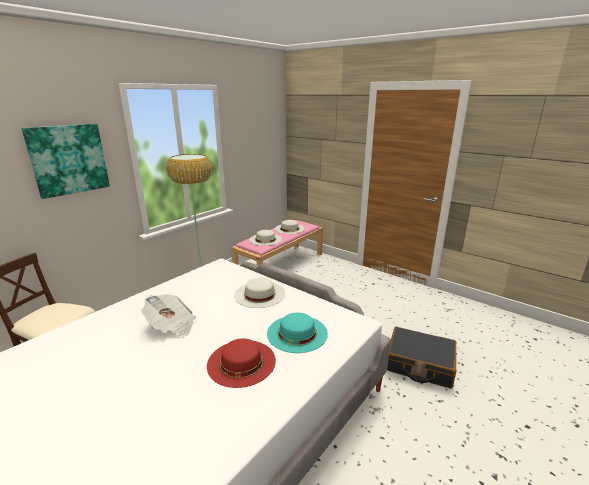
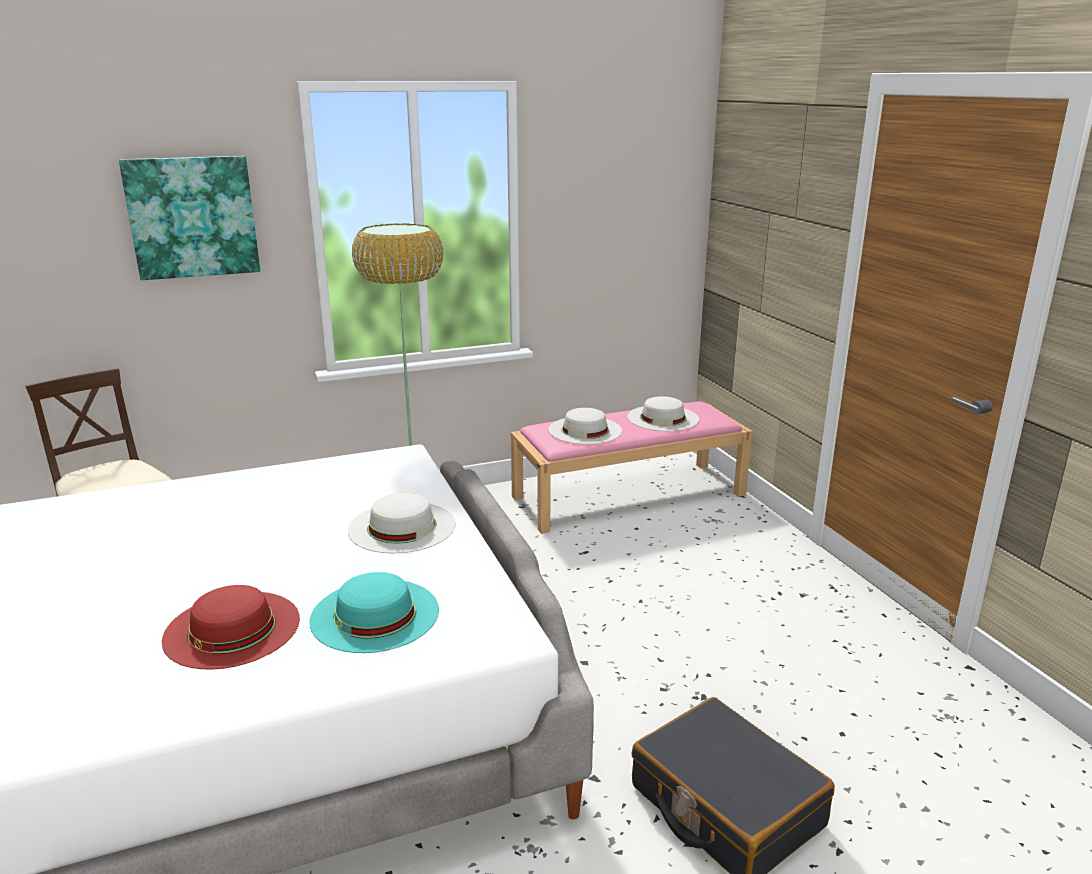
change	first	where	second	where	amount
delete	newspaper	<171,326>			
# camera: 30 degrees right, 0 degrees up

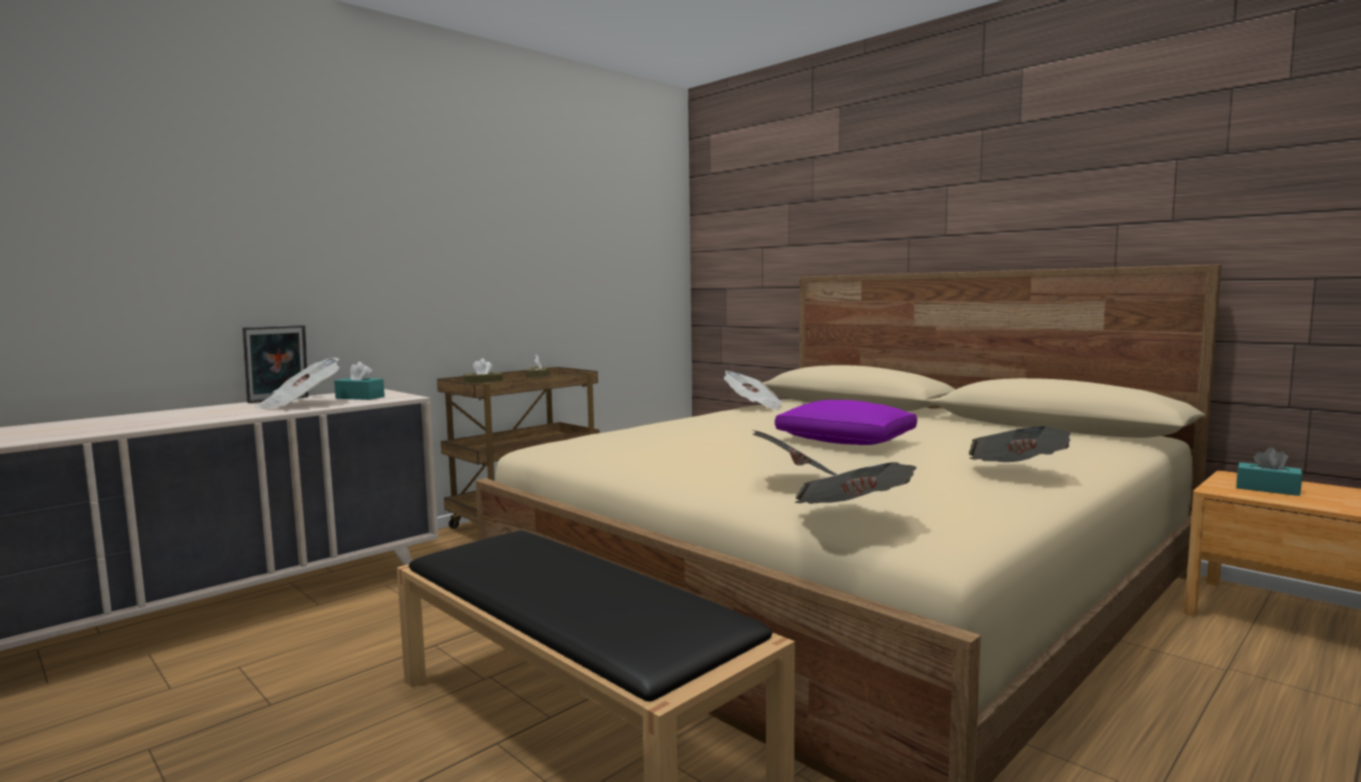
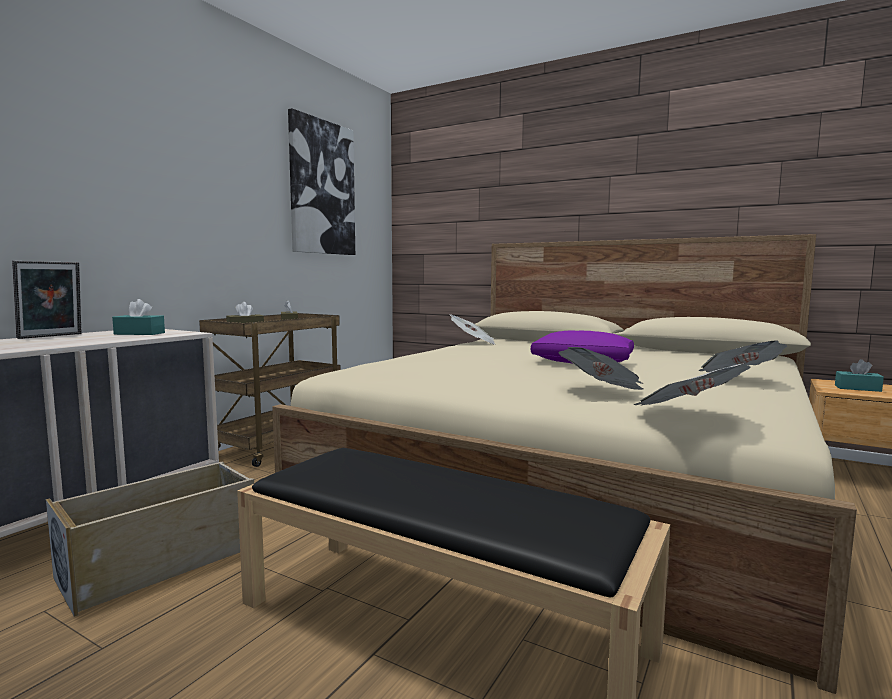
change	first	where	second	where	amount
insert			beige storage box	<162,561>	
insert			picture	<322,188>	
delete	newspaper	<300,404>			
# camera: 15 degrees left, 0 degrees up

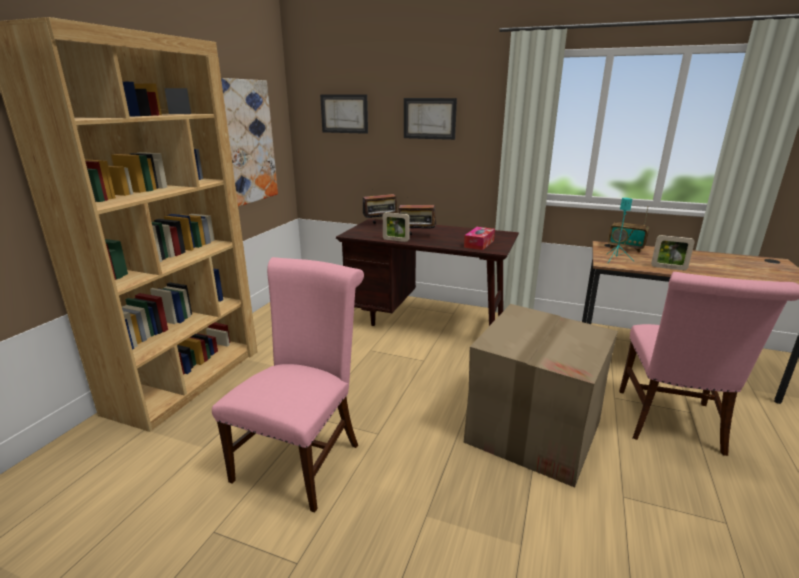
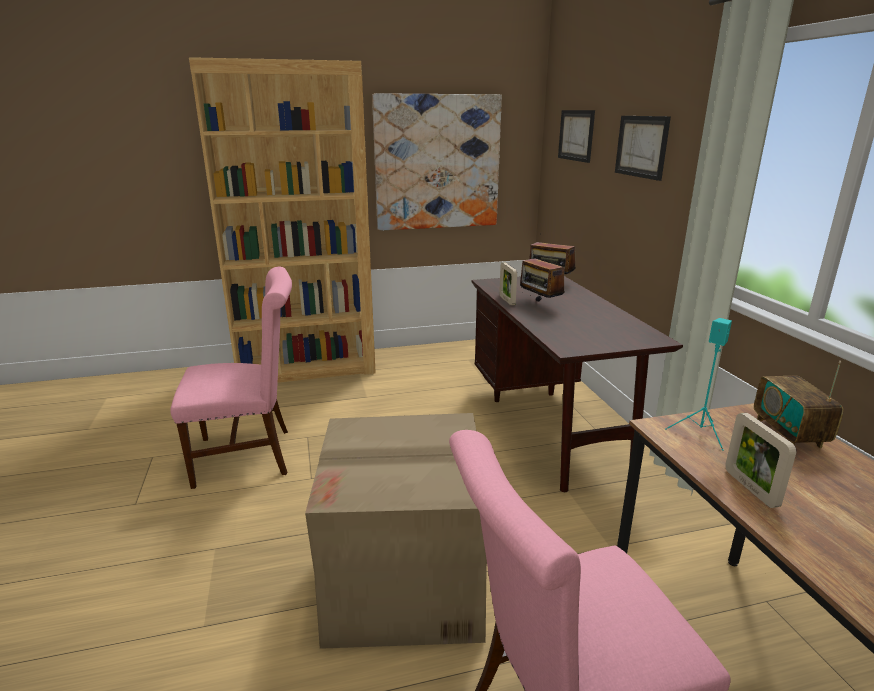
change	first	where	second	where	amount
delete	tissue box	<479,244>			
# camera: 55 degrees right, 0 degrees up

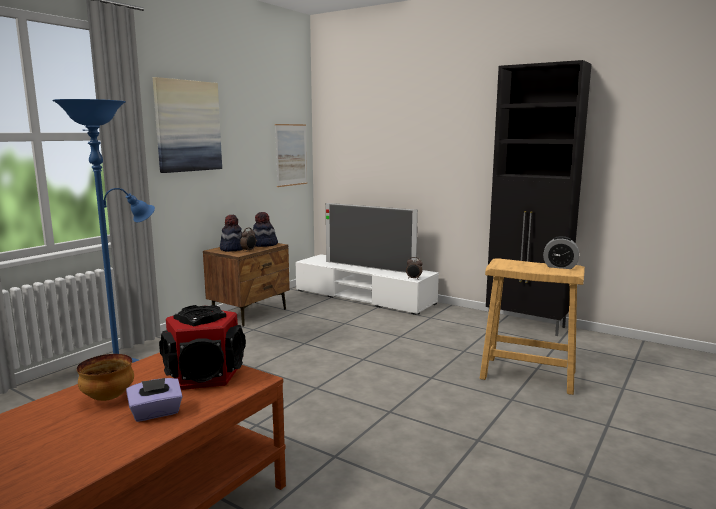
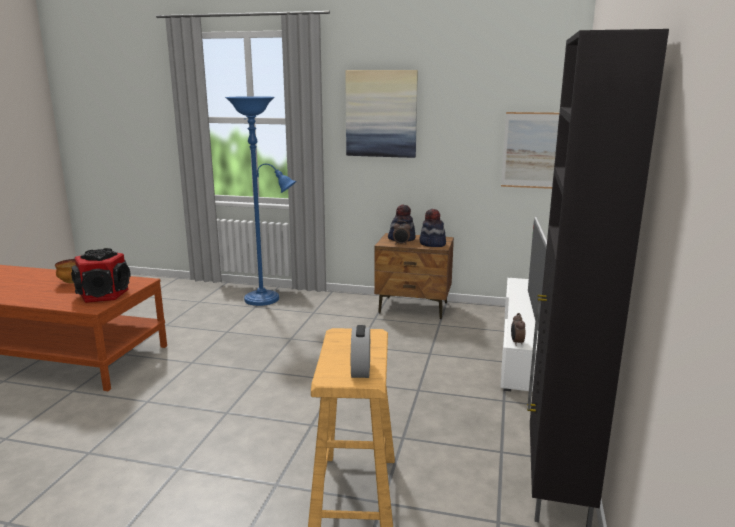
change	first	where	second	where	amount
delete	purple tissue box	<156,413>			
# camera: 70 degrees right, 5 degrees up

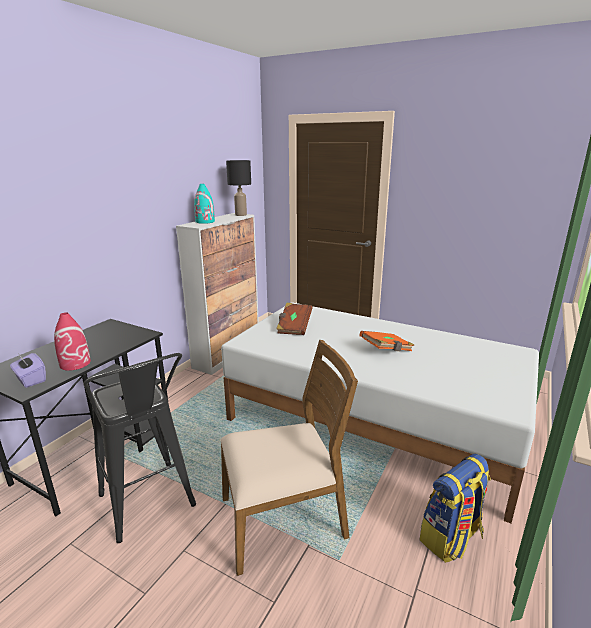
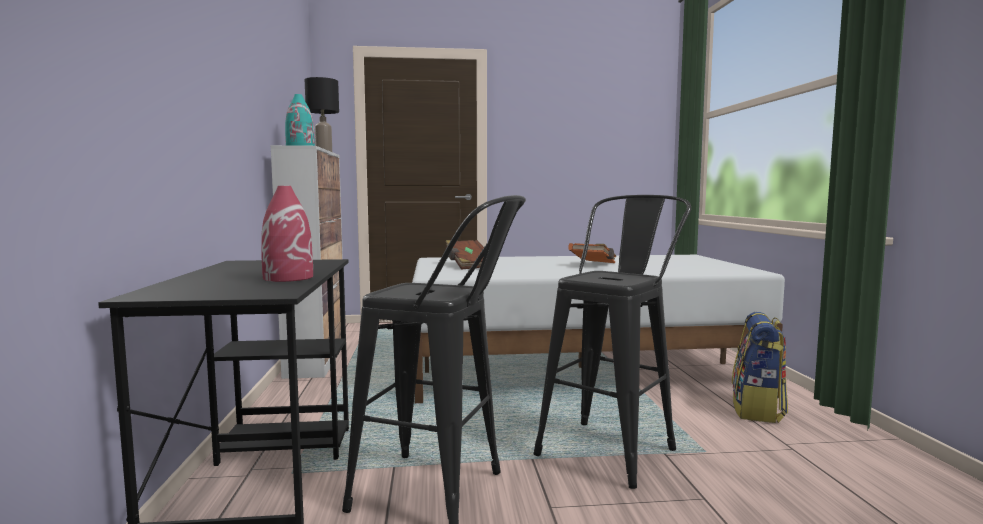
change	first	where	second	where	amount
replace	brown chair	<284,519>	black stool	<613,447>	
delete	purple tissue box	<30,379>			
# camera: 35 degrees left, 15 degrees down

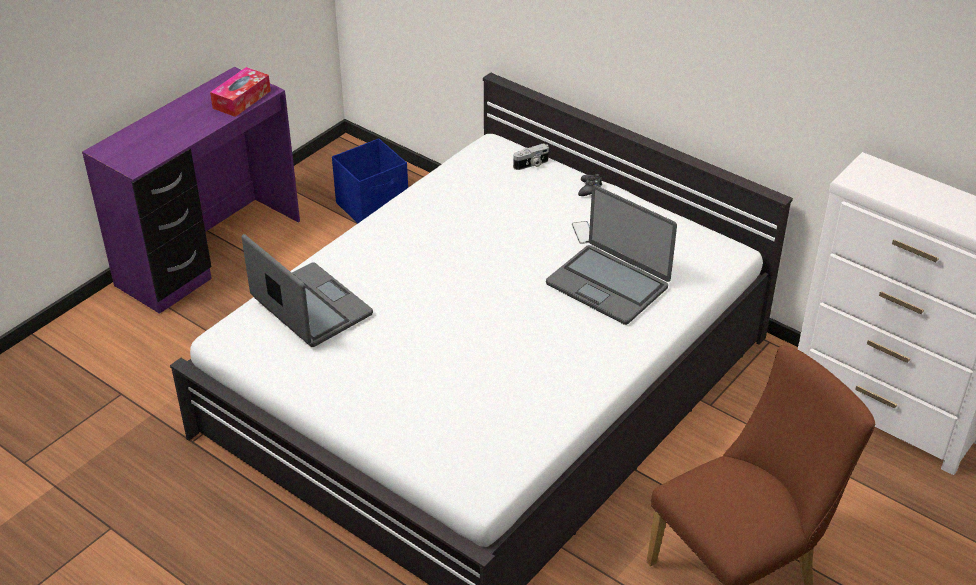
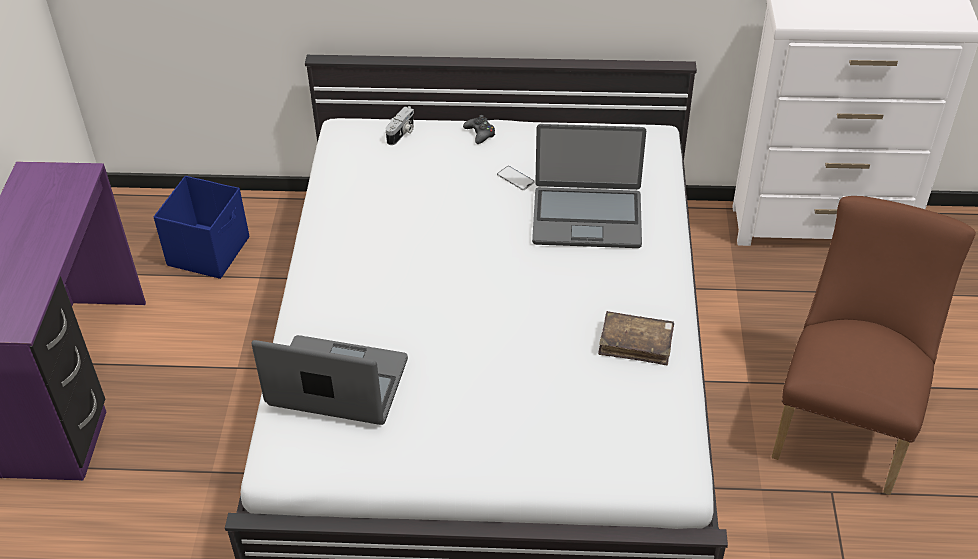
change	first	where	second	where	amount
insert			brown book	<636,344>	
delete	tissue box	<242,99>			
# camera: 35 degrees left, 5 degrees up

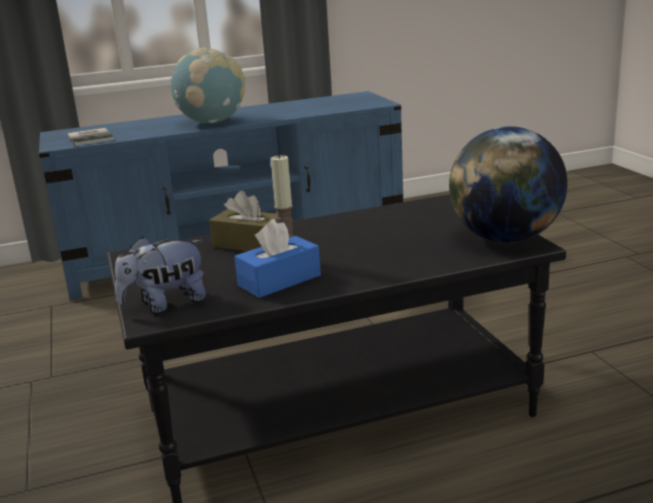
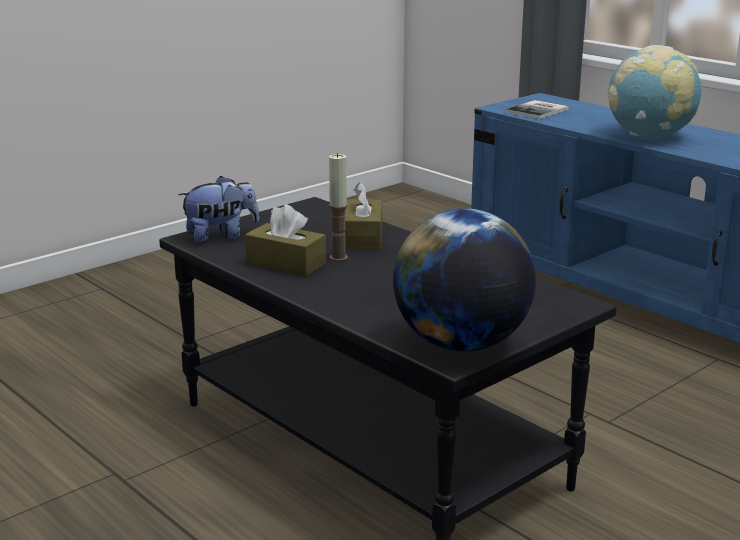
change	first	where	second	where	amount
rotate	plush toy	<165,304>		<221,236>	120 degrees clockwise
recolor	blue tissue box	<279,280>	brown tissue box	<286,263>	
# camera: 65 degrees right, 0 degrees up

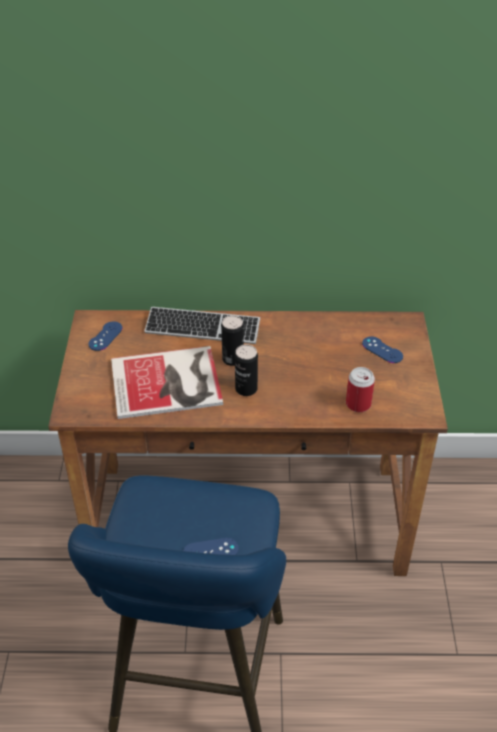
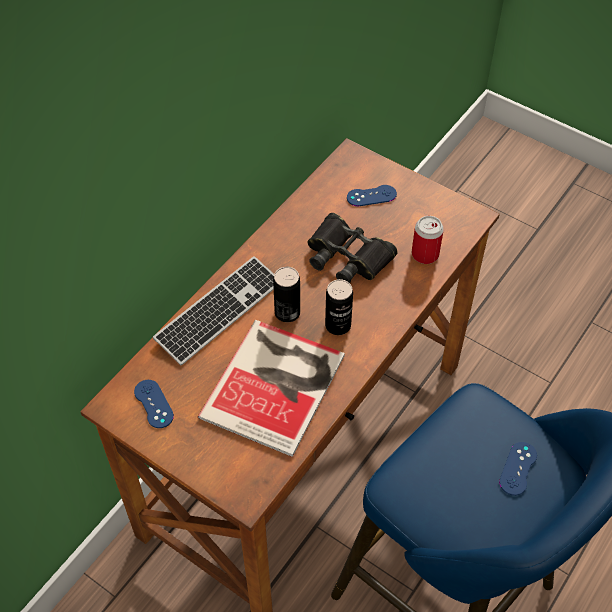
change	first	where	second	where	amount
insert			black binoculars	<348,256>	
# camera: 55 degrees left, 10 degrees up

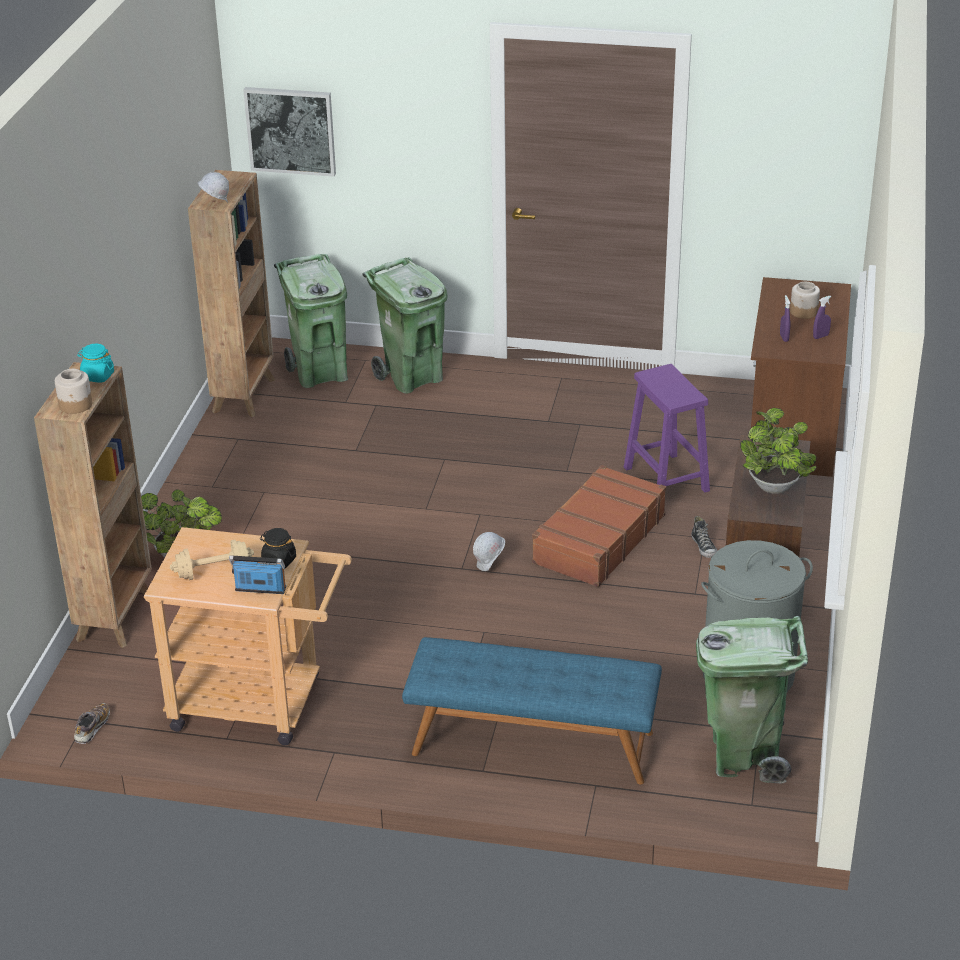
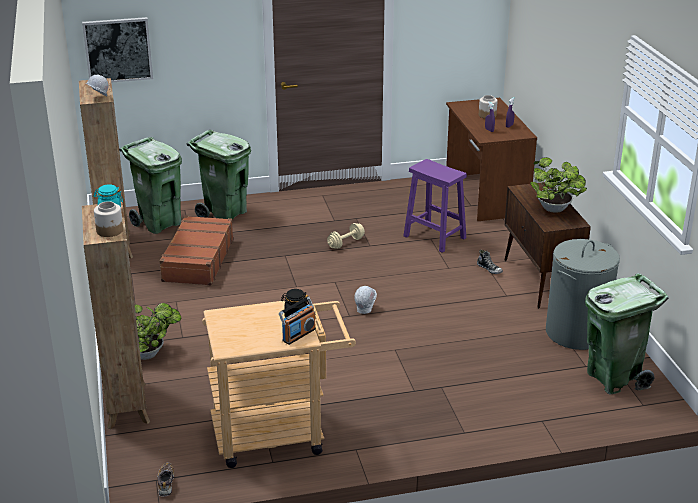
change	first	where	second	where	amount
move	brown suitcase	<598,539>		<197,260>	
rotate	radio	<260,589>		<298,334>	150 degrees clockwise
move	beige dumbbell	<213,572>		<346,243>	
delete	blue bench	<532,744>			
# camera: 25 degrees left, 5 degrees down

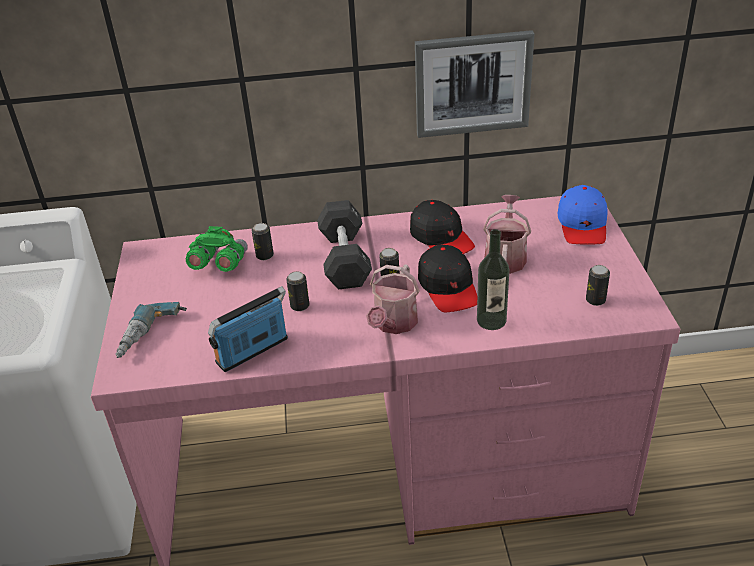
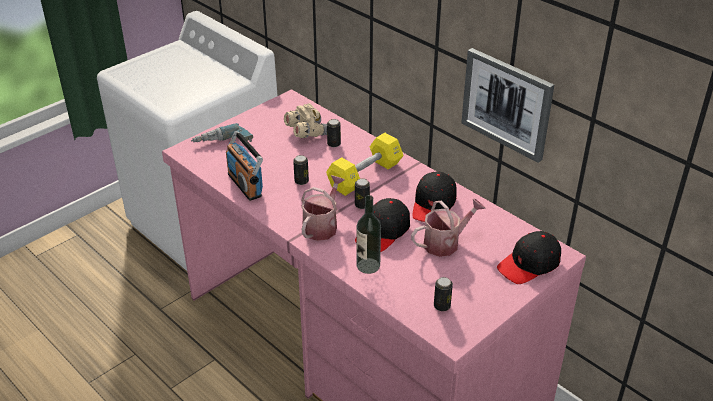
change	first	where	second	where	amount
rotate	radio	<253,351>		<245,185>	135 degrees counterclockwise
recolor	green binoculars	<219,265>	beige binoculars	<307,132>	
rotate	watering can	<393,324>		<322,226>	135 degrees clockwise
recolor	black dumbbell	<344,259>	yellow dumbbell	<365,175>	
recolor	blue cap	<583,225>	black cap	<529,264>	
# camera: 50 degrees right, 0 degrees up

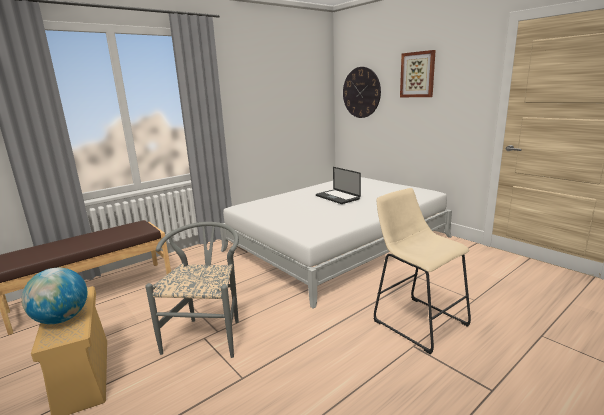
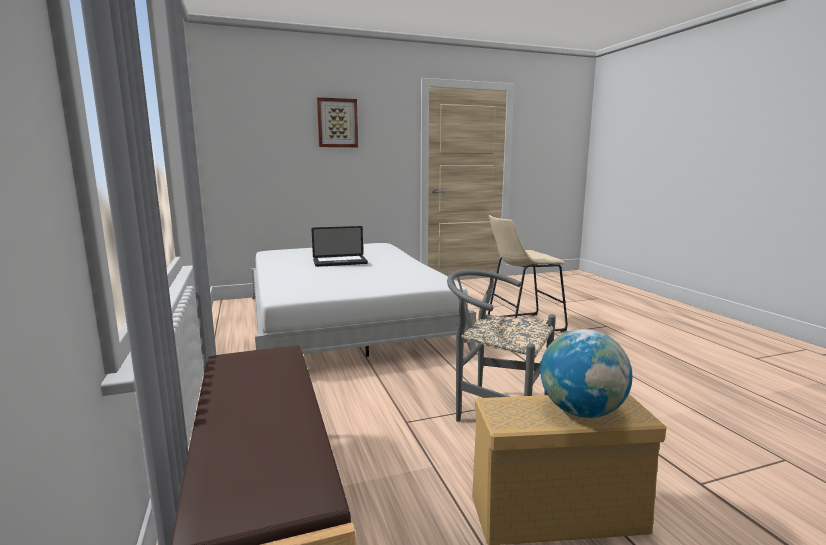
change	first	where	second	where	amount
delete	wall clock	<361,92>			
# camera: 70 degrees left, 5 degrees down

